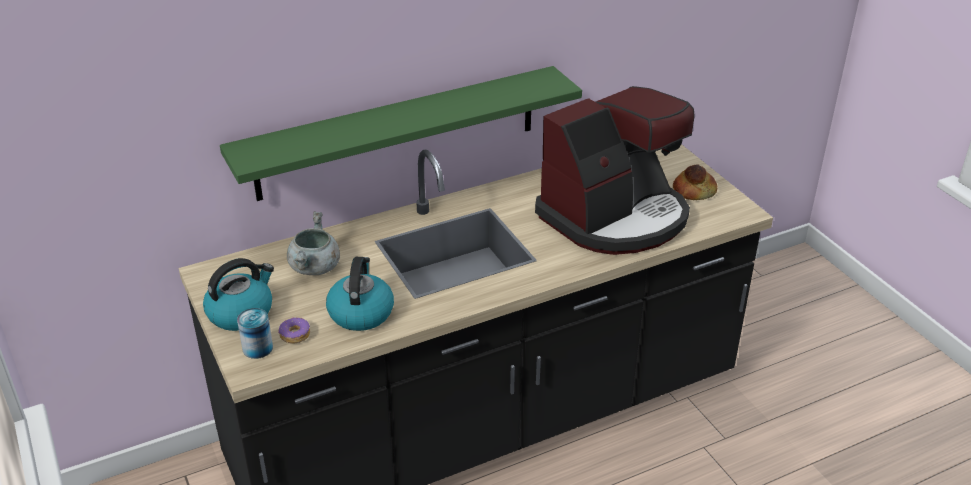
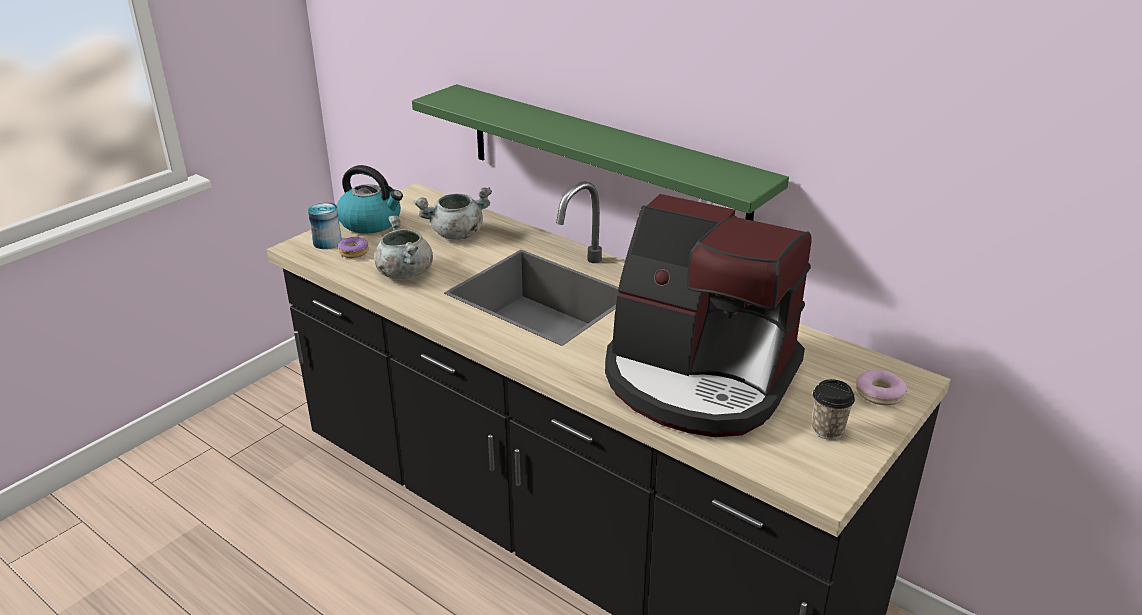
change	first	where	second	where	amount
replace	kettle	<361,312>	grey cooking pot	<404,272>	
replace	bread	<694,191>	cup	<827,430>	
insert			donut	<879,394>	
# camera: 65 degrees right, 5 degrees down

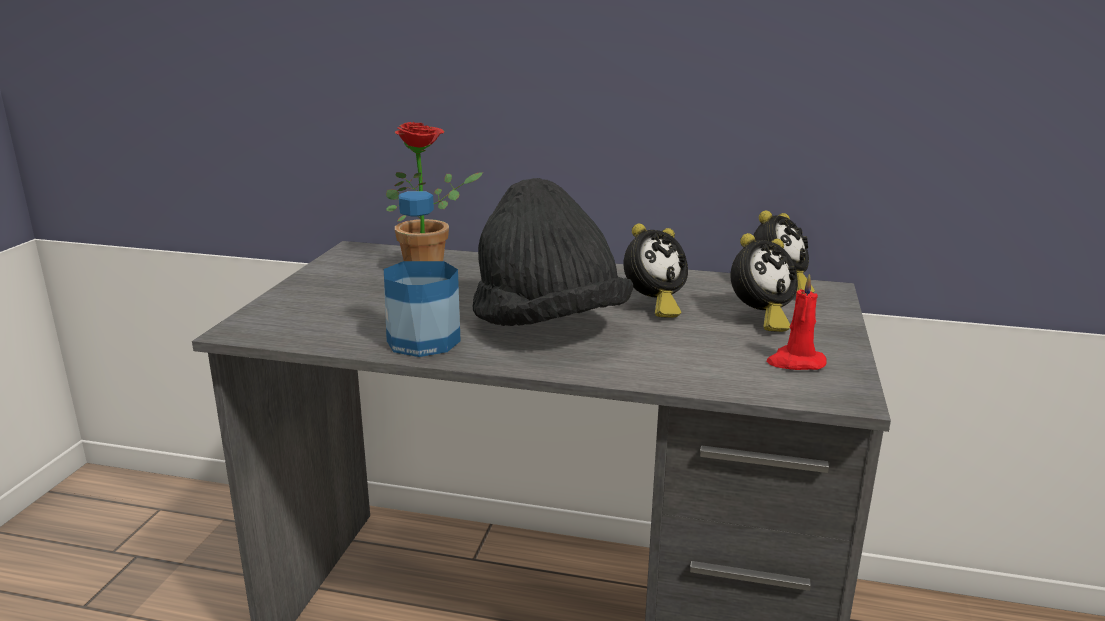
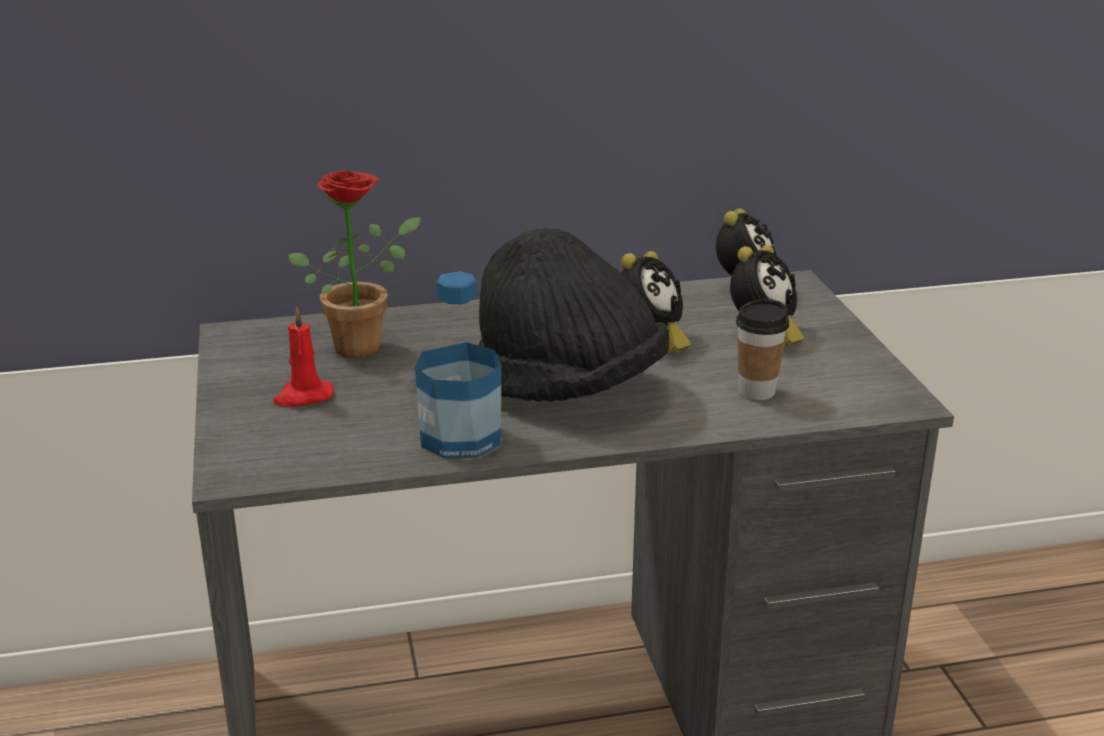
change	first	where	second	where	amount
move	red candle	<795,362>		<303,397>	
insert			cup	<756,391>	
# camera: 25 degrees left, 5 degrees up

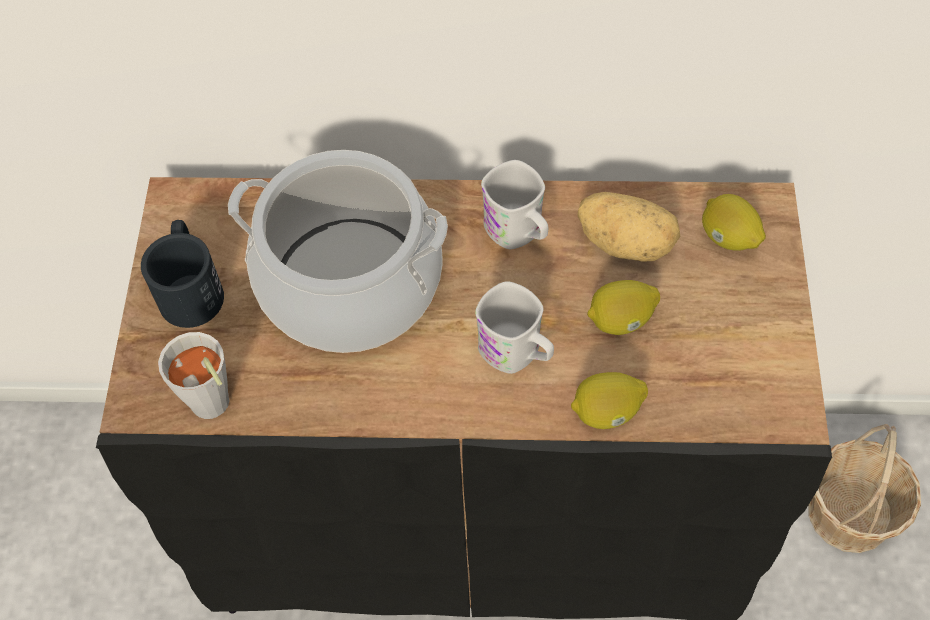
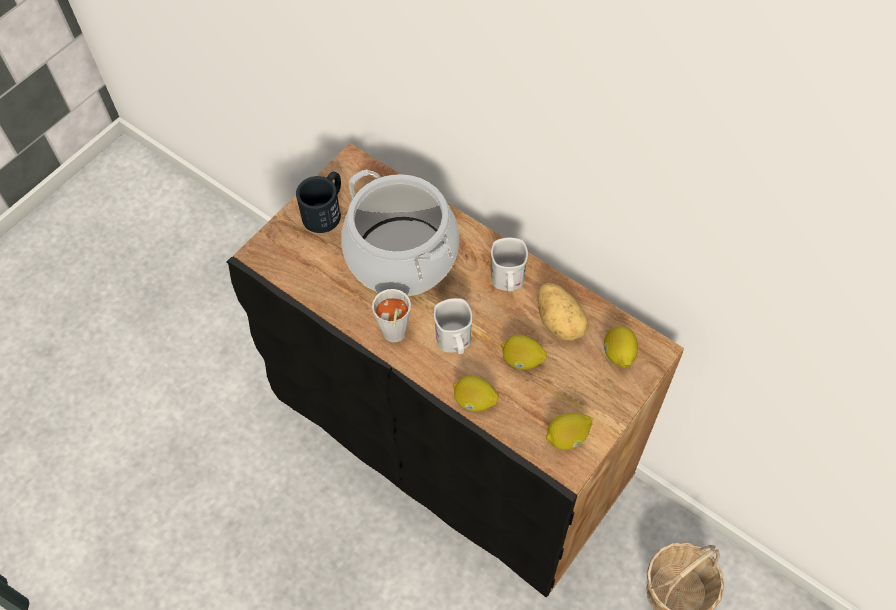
change	first	where	second	where	amount
move	grey cup	<214,408>		<394,337>	
insert			lemon	<567,438>	
# camera: 35 degrees right, 0 degrees up

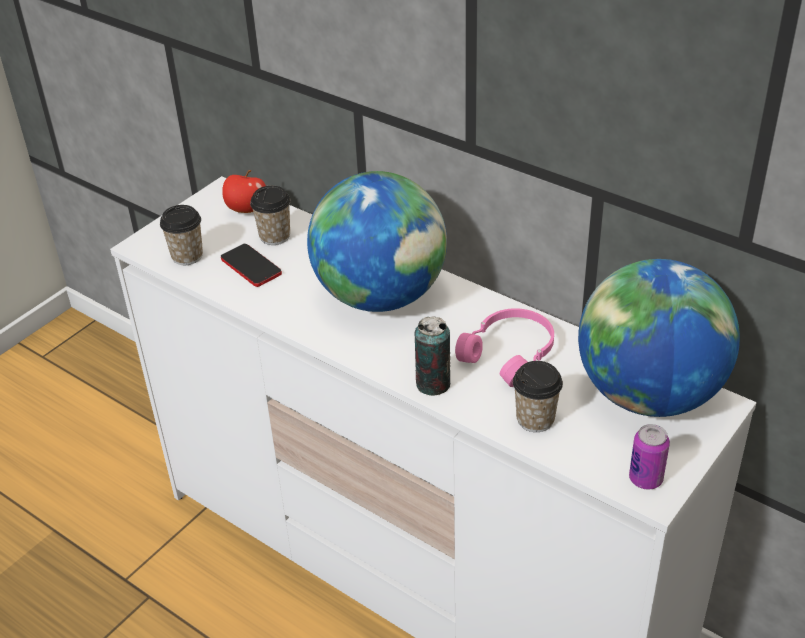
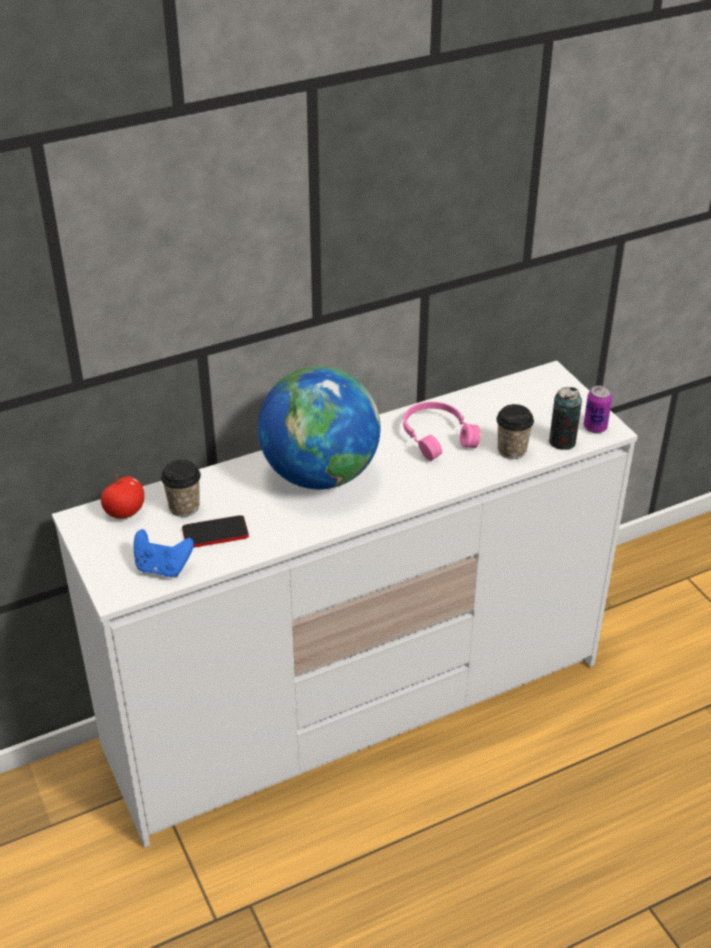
change	first	where	second	where	amount
replace	cup	<187,256>	blue game controller	<163,567>	
move	can	<433,384>		<562,442>	
delete	globe	<648,395>			
# camera: 65 degrees left, 0 degrees up

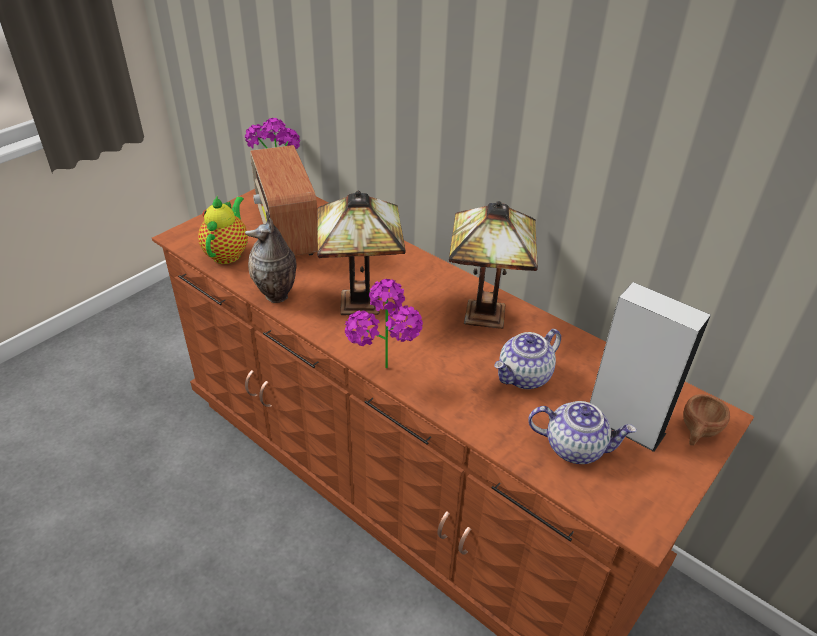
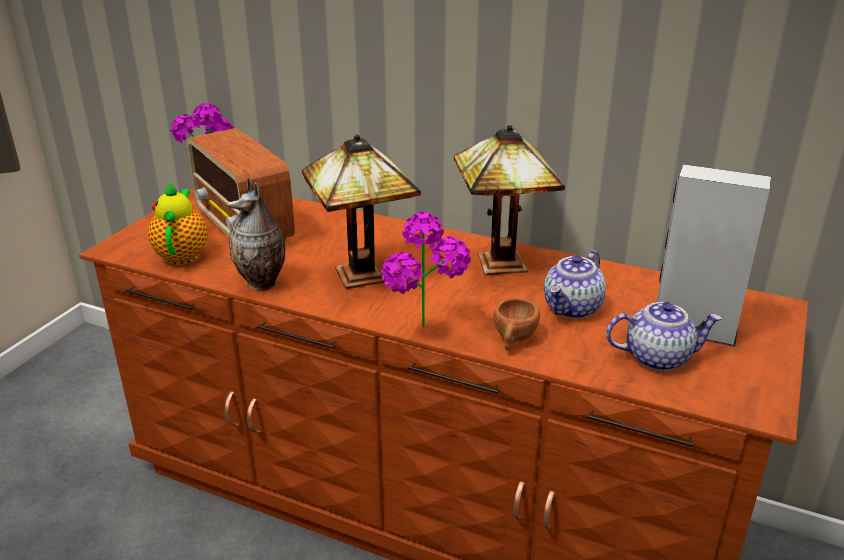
change	first	where	second	where	amount
move	brown cup	<697,433>		<513,340>	
# camera: 15 degrees left, 10 degrees down

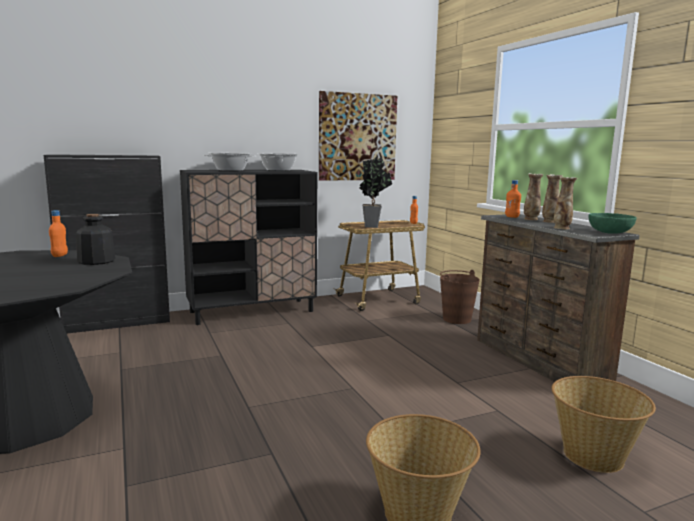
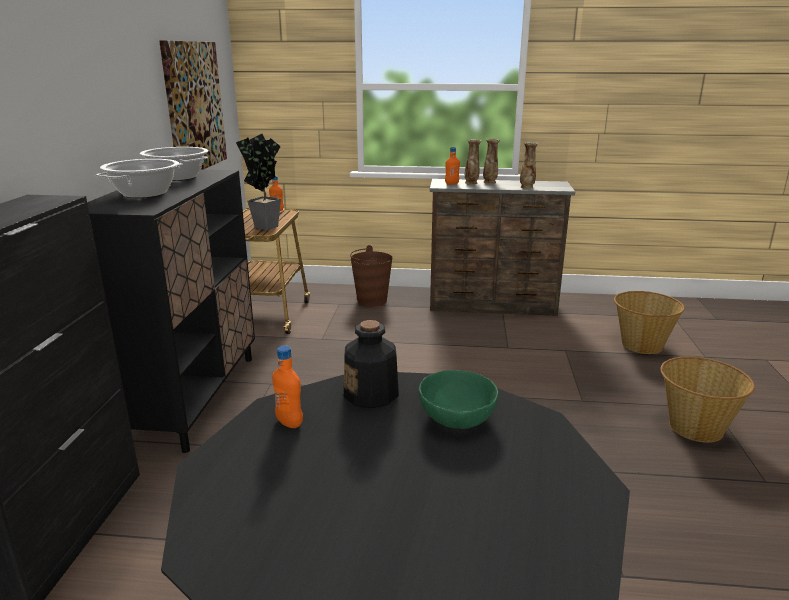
change	first	where	second	where	amount
move	green bowl	<610,232>		<458,417>	
# camera: 60 degrees left, 10 degrees up

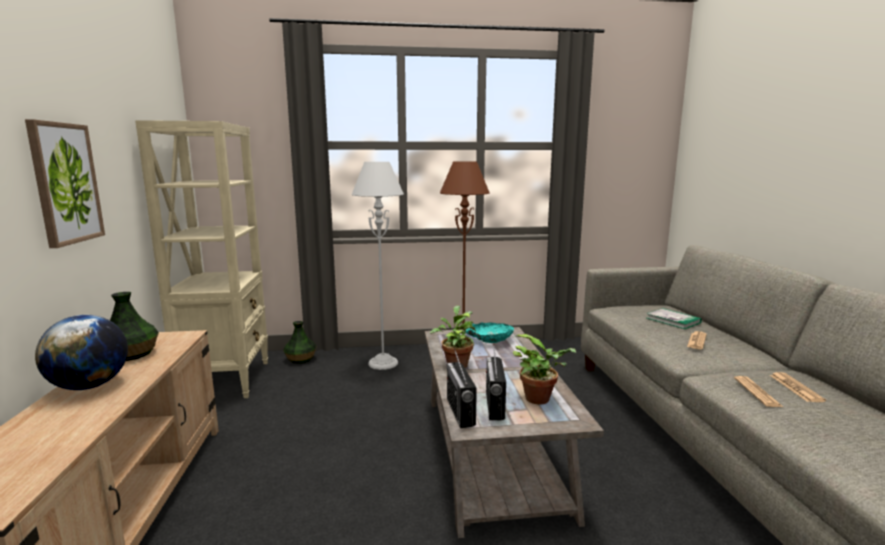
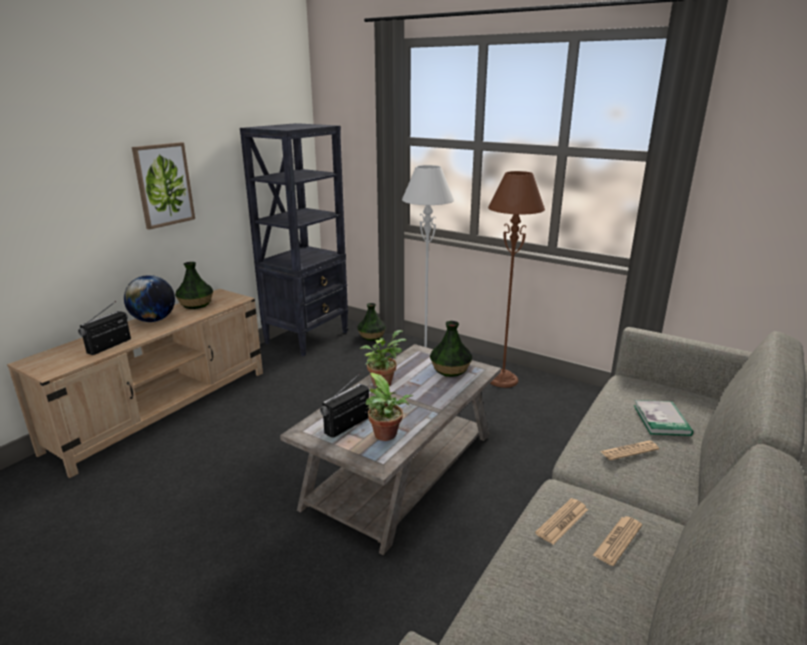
change	first	where	second	where	amount
move	radio	<460,412>		<109,346>	
recolor	beige bookcase	<227,380>	black bookcase	<307,337>	
replace	turquoise bowl	<489,339>	vase	<450,370>	
# camera: 40 degrees right, 10 degrees up

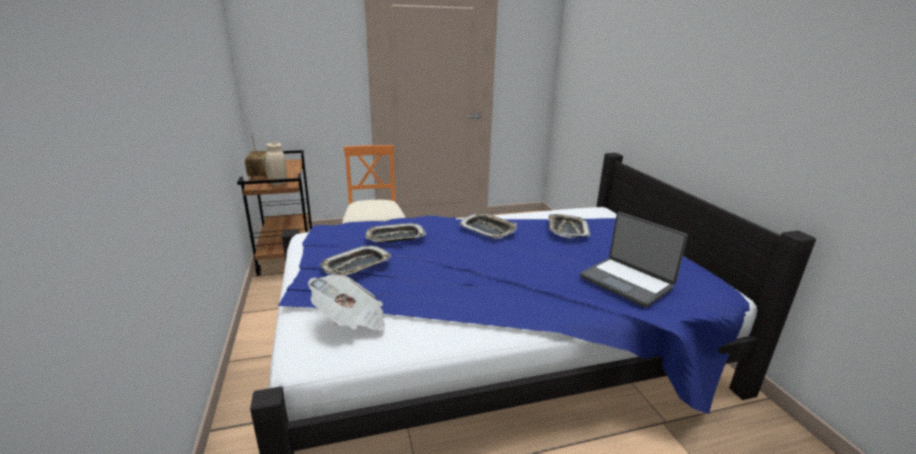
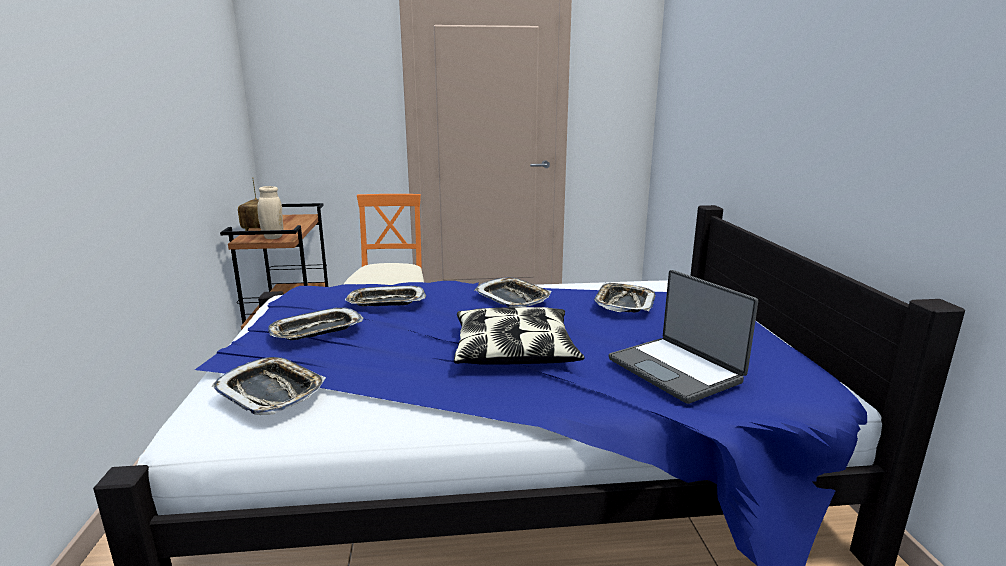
change	first	where	second	where	amount
replace	newspaper	<351,320>	tray	<271,392>	
insert			pillow	<514,351>	
# camera: 10 degrees right, 5 degrees down

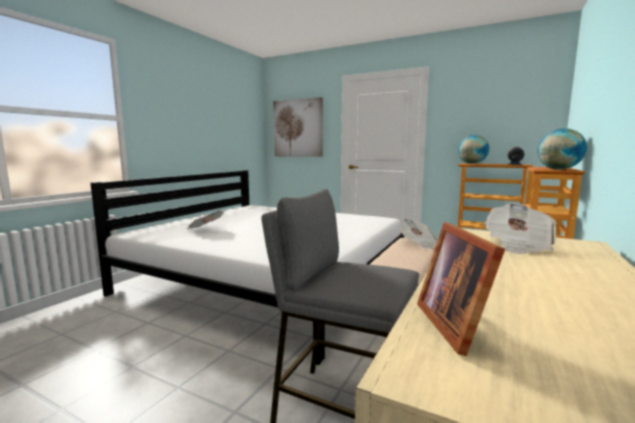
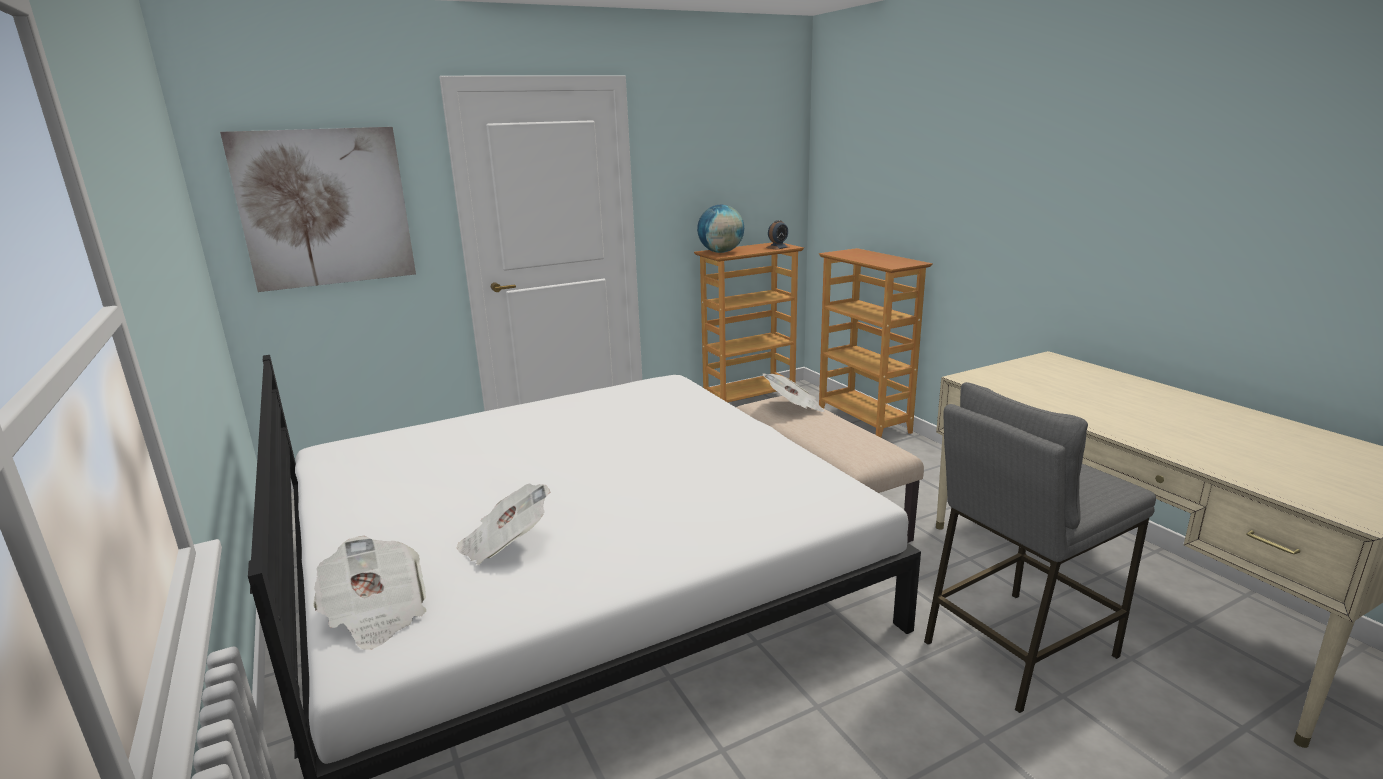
change	first	where	second	where	amount
move	newspaper	<517,245>		<376,614>	
delete	picture frame	<456,324>			
delete	globe	<558,169>			
# camera: 55 degrees left, 10 degrees up

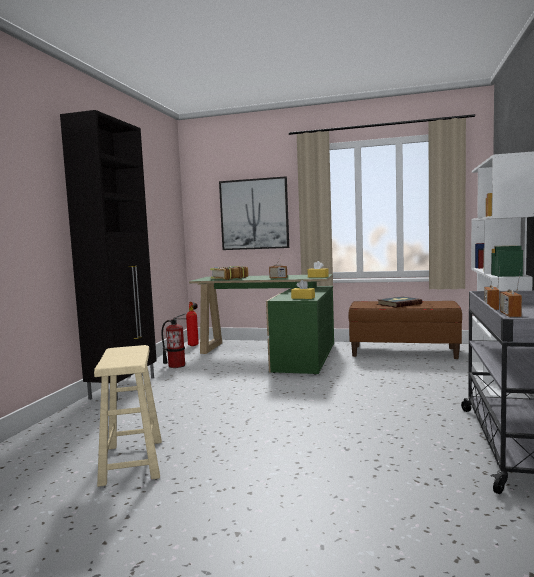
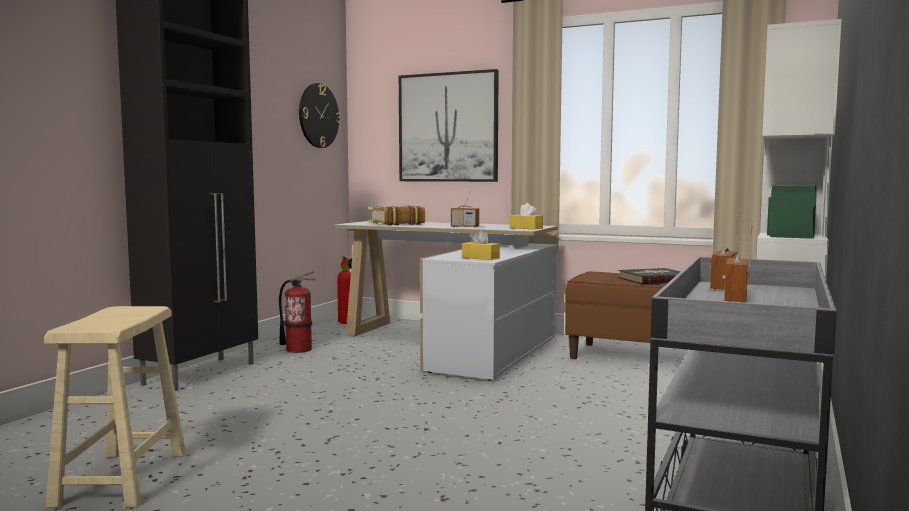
change	first	where	second	where	amount
insert			wall clock	<318,115>	
recolor	green desk	<274,353>	white desk	<453,344>	
# camera: 10 degrees right, 0 degrees up

